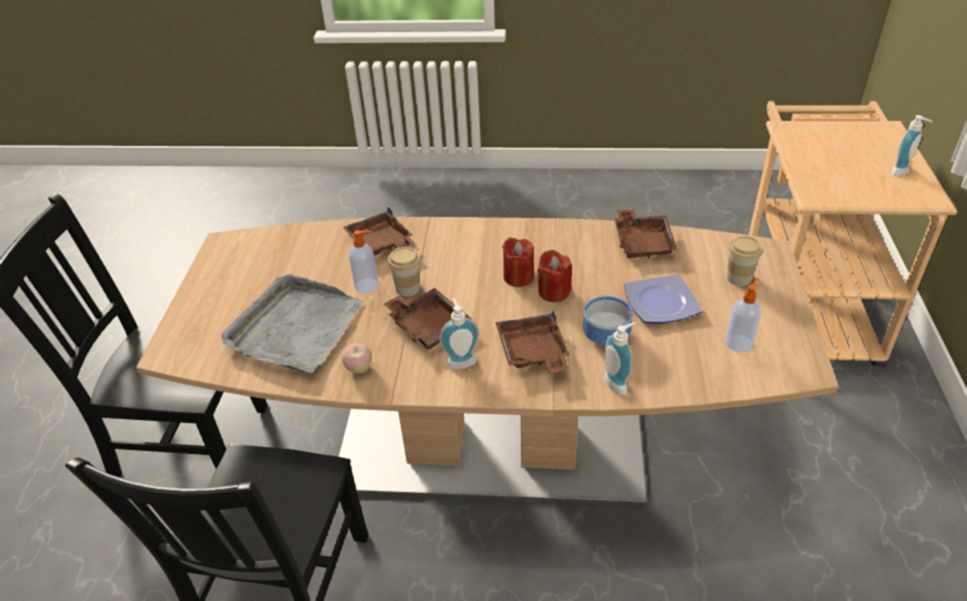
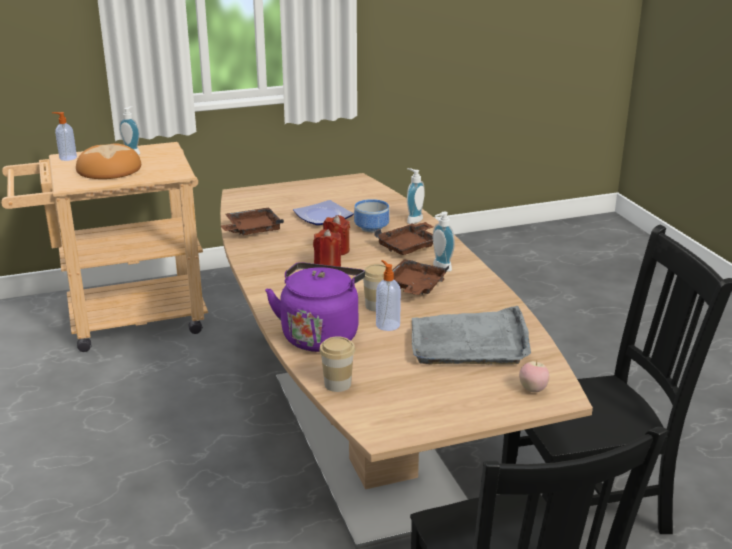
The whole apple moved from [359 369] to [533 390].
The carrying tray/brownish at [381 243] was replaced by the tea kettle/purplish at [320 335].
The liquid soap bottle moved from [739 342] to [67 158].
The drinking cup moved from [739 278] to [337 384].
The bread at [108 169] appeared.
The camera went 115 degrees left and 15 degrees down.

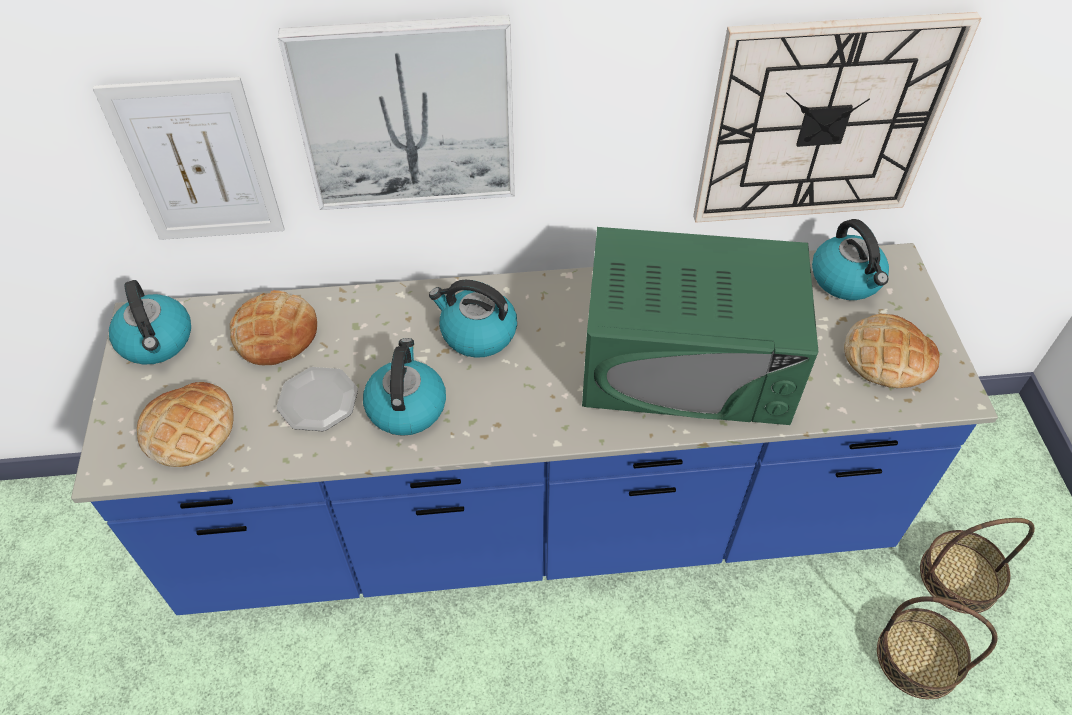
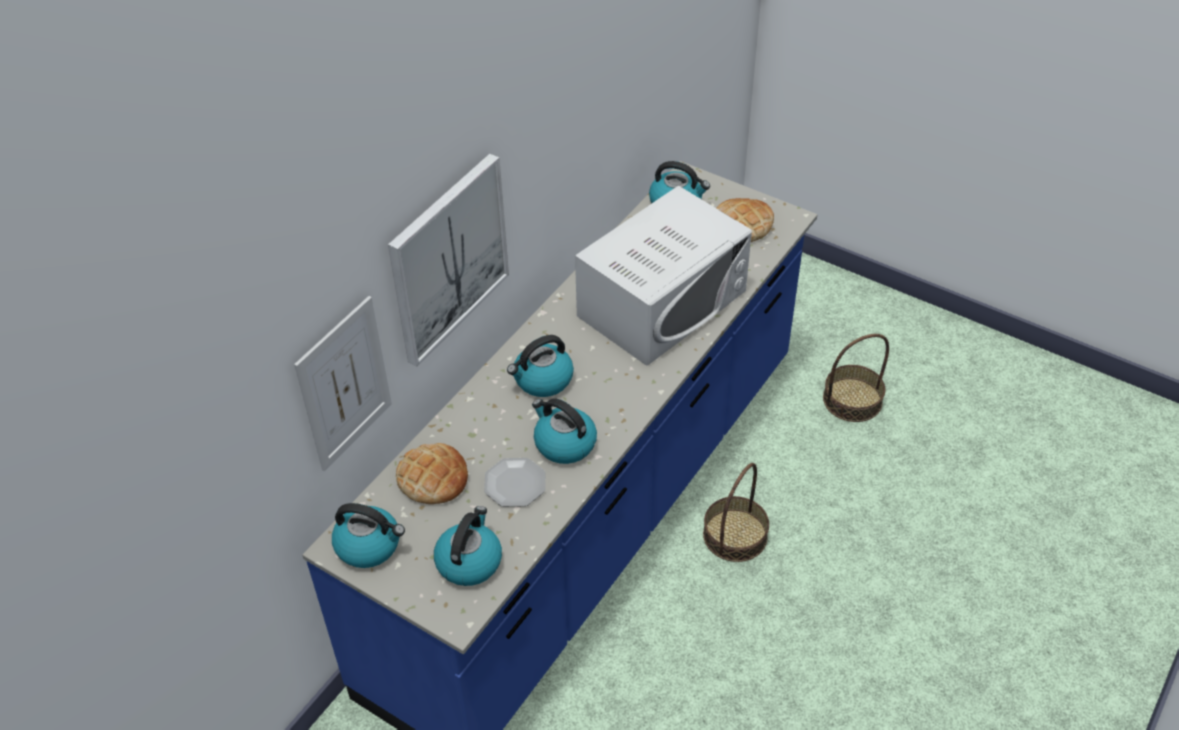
The bread at [189 429] was replaced by the tea kettle at [469 561].
The microwave/green at [687 362] became the microwave/white at [662 303].
The wall clock at [822 122] disappeared.
The basket moved from [959 577] to [735 535].
The camera went 50 degrees left and 5 degrees down.

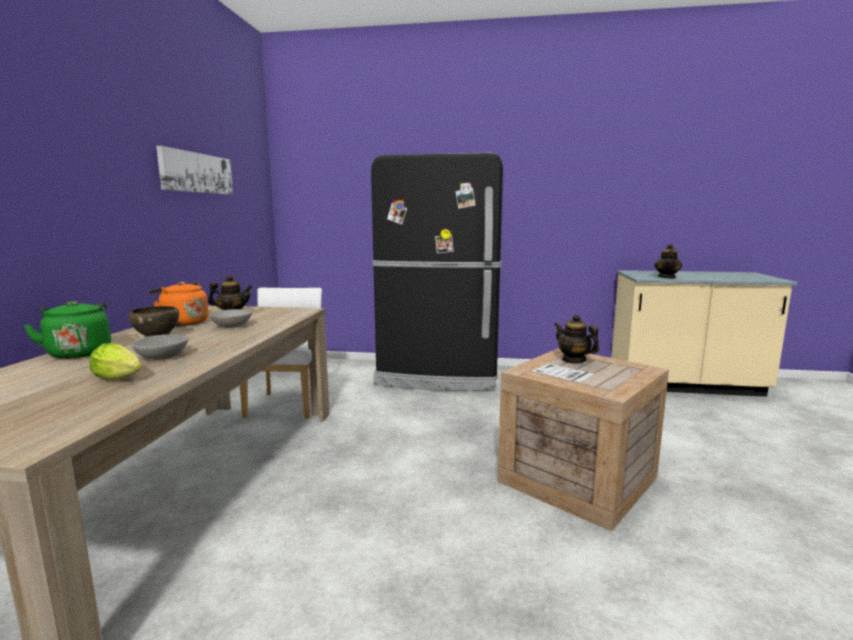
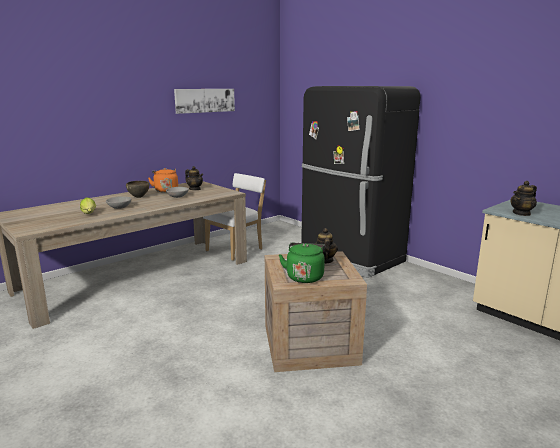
The tea kettle/green moved from [79 353] to [304 276].
The camera went 40 degrees right and 5 degrees up.

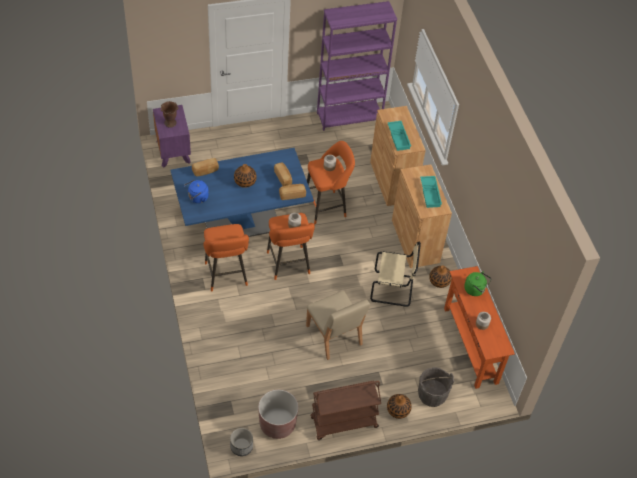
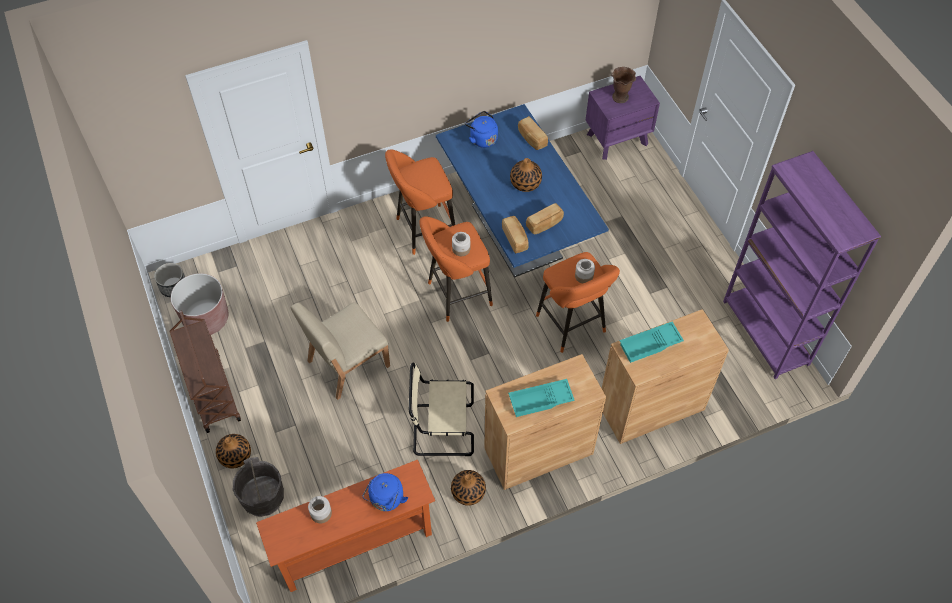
The plain chair/beige at [393 289] turned 90 degrees clockwise.
The tea kettle/green at [475 290] became the tea kettle/blue-coloured at [386 500].
The camera went 85 degrees right and 5 degrees up.

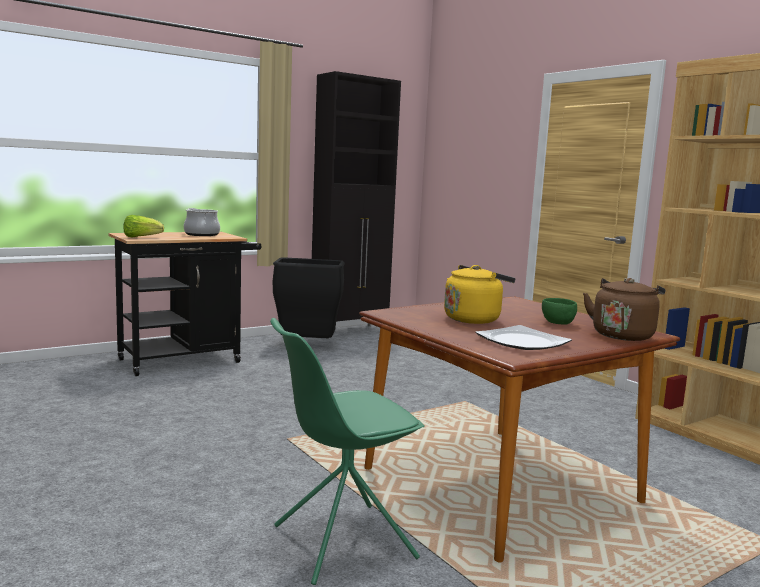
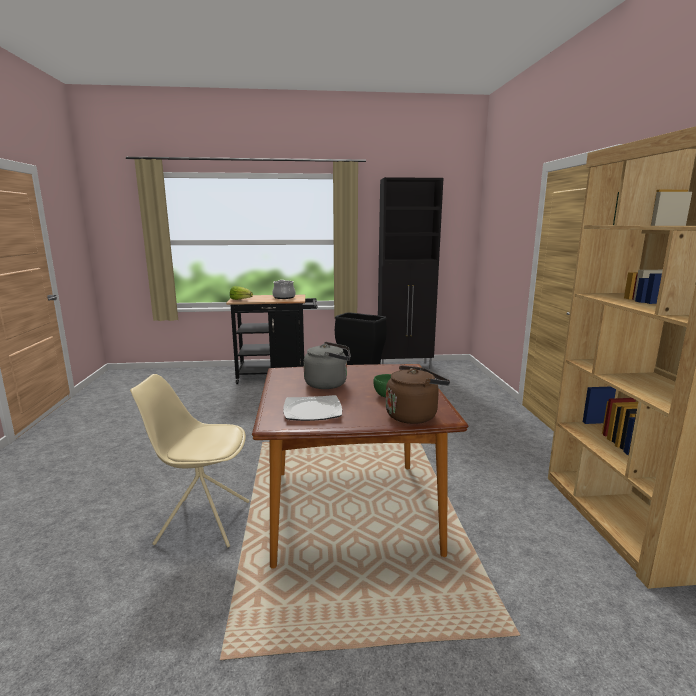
The plain chair/green at [341 542] became the plain chair/beige at [202 522].
The tea kettle/yellowish at [474 319] became the tea kettle/greyish at [329 384].
The camera went 30 degrees right and 5 degrees up.

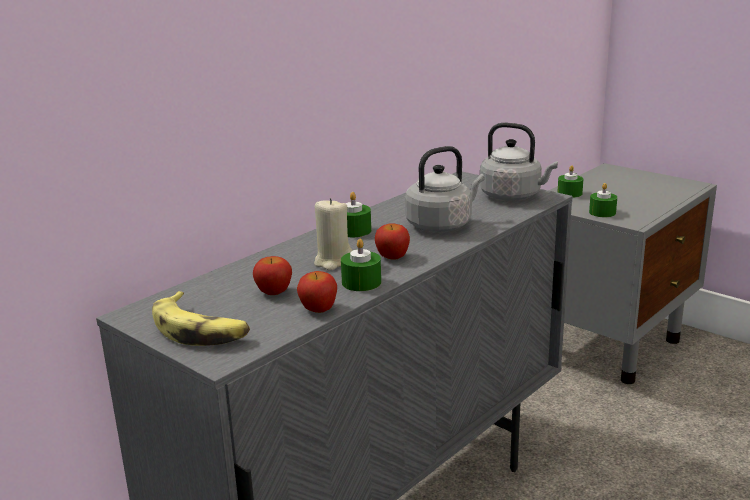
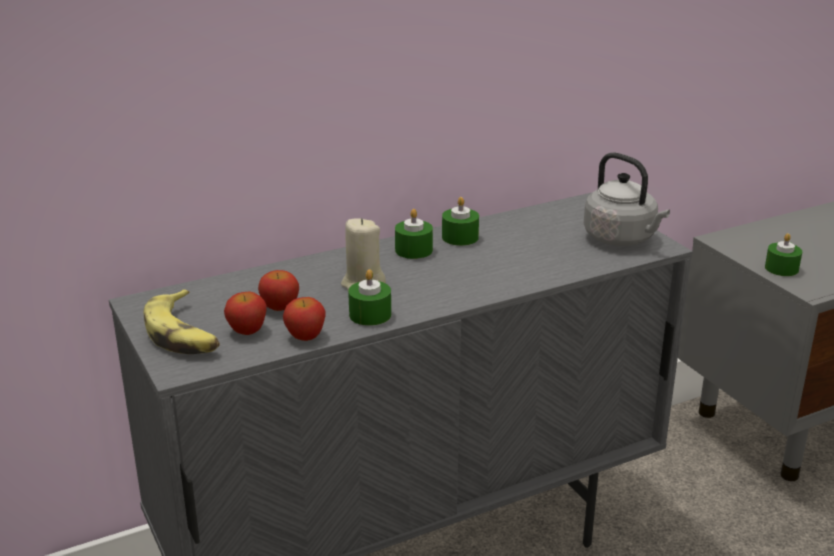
The whole apple moved from [392 256] to [247 330].
The tea kettle/greyish at [442 225] disappeared.
The candle/green moved from [569 193] to [460 237].
The camera went 20 degrees right and 5 degrees up.

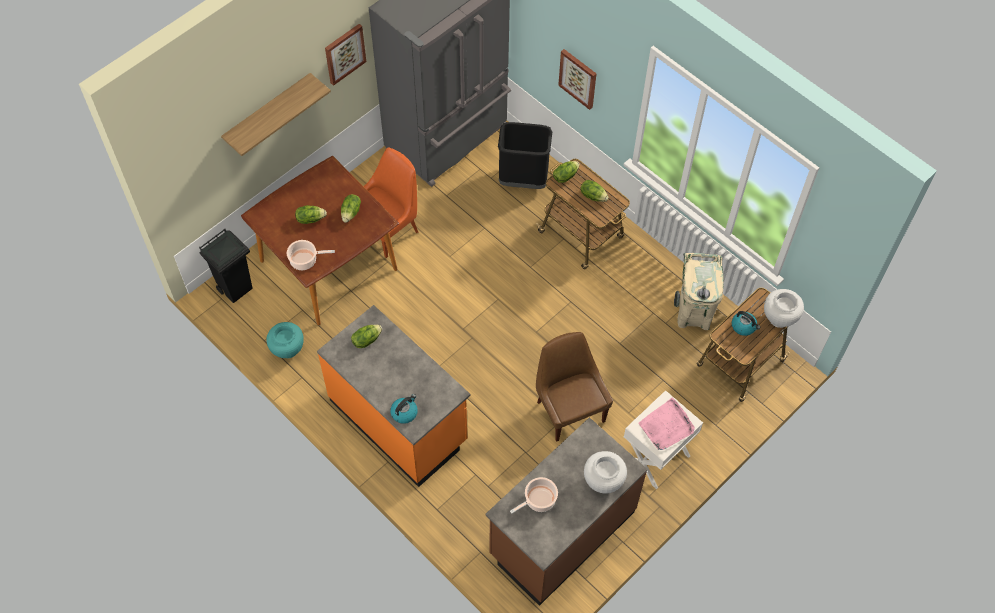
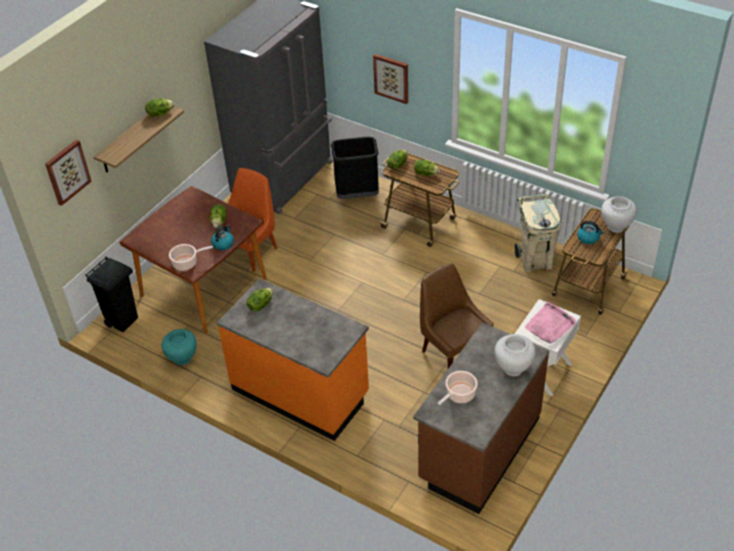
The lettuce head moved from [310 219] to [160 113].
The picture moved from [344 53] to [67 172].
The tea kettle moved from [404 412] to [223 243].
The camera went 10 degrees left and 15 degrees down.

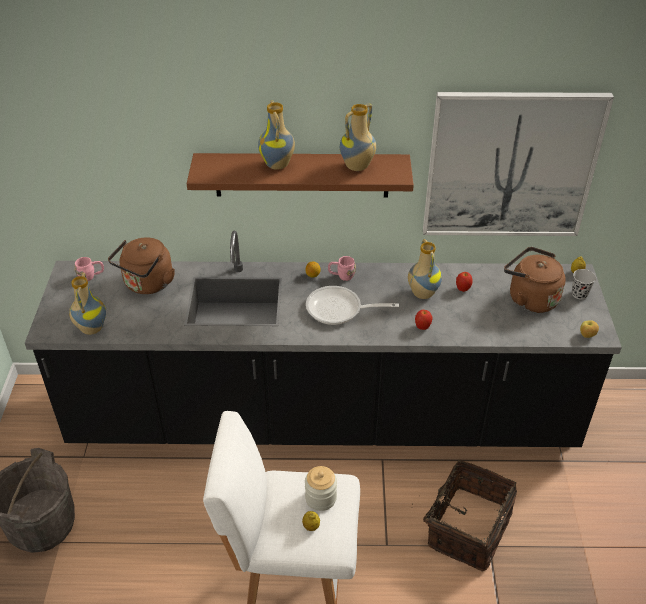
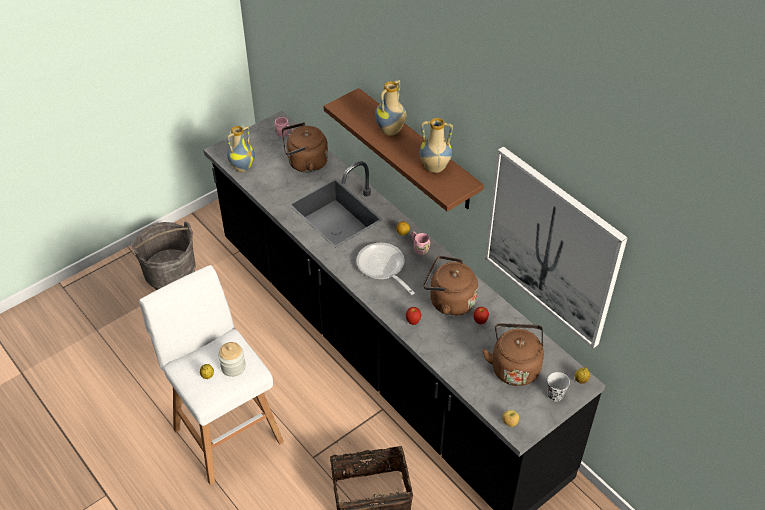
The vase at [422 293] was replaced by the tea kettle/brownish at [449 301].
The camera went 50 degrees right and 5 degrees up.

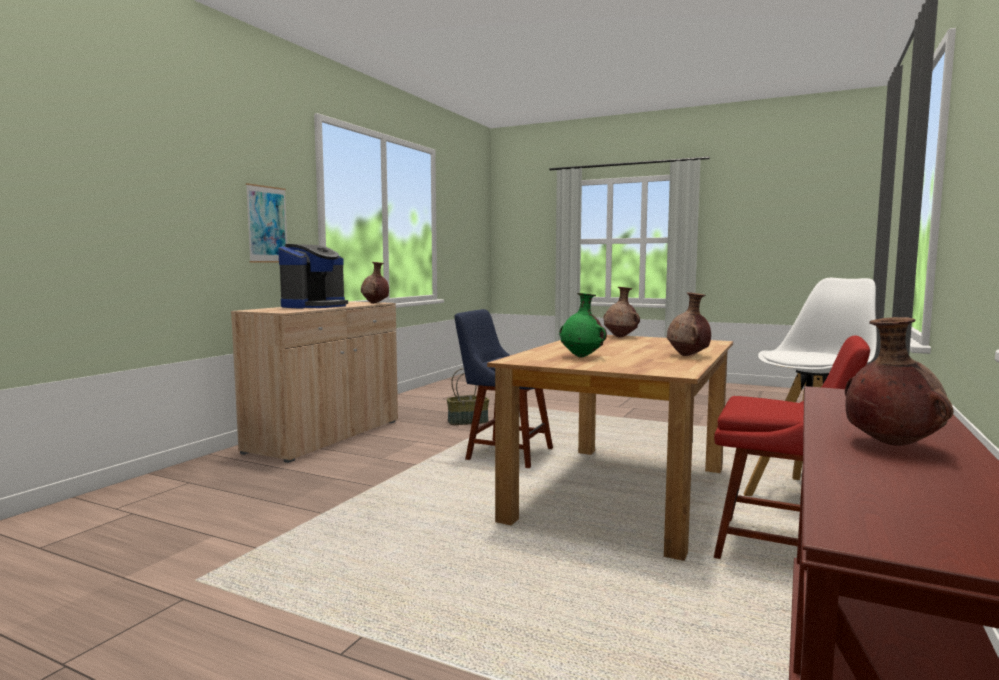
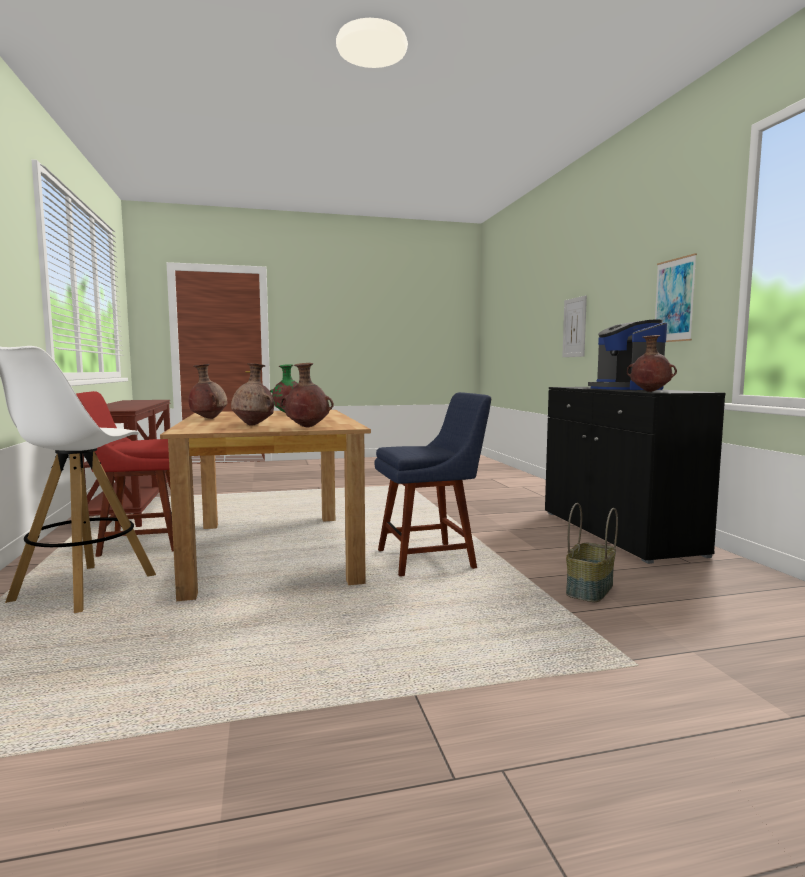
The cupboard/beige at [326 436] became the cupboard/blackish at [617 532].
The vase/brownish moved from [890 446] to [254 425].
The picture at [574 327] appeared.
The camera went 140 degrees right and 0 degrees up.

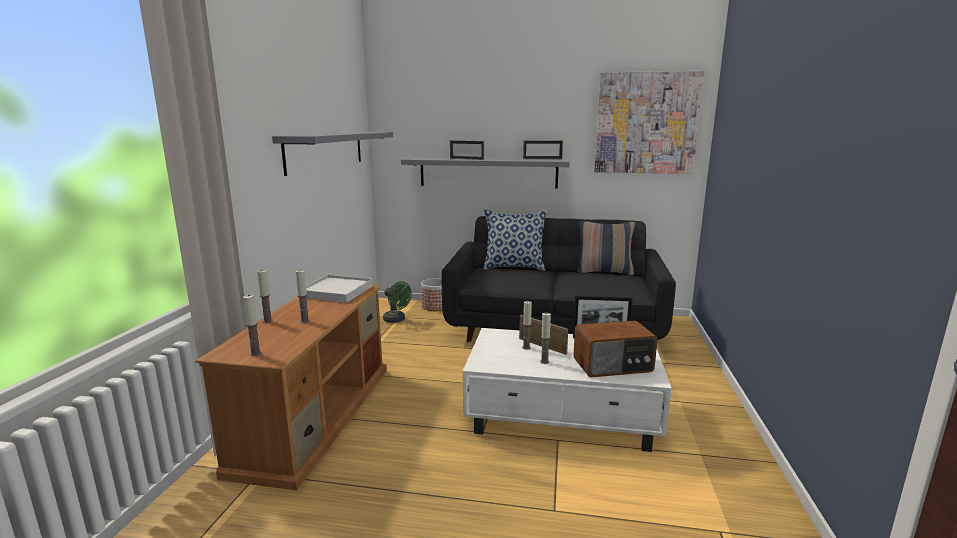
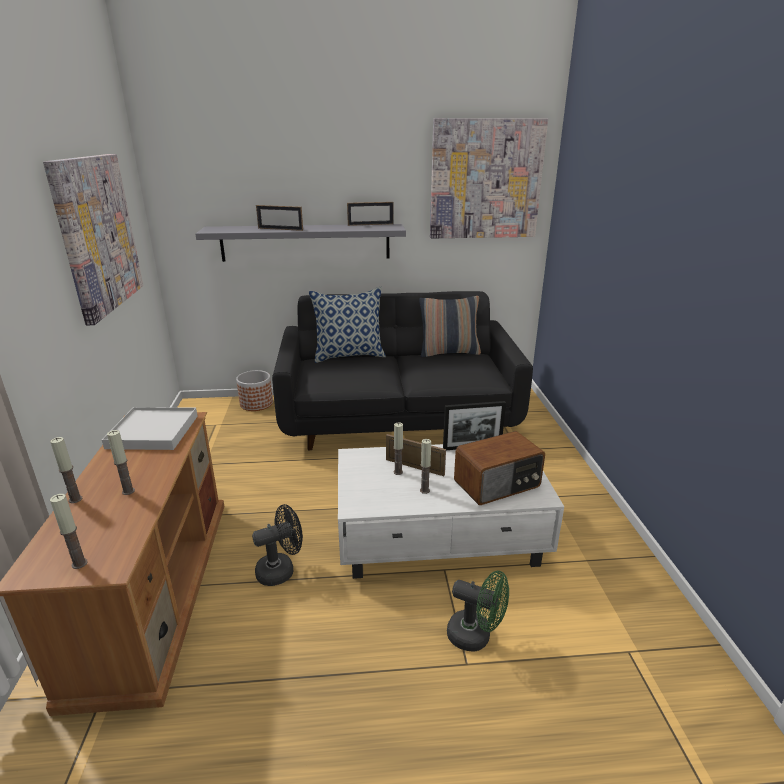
The shelf/greyish at [326 150] was replaced by the picture at [97 234].
The fan/green moved from [396 320] to [476 636].
The fan/blackish at [281 570] appeared.
The camera went 15 degrees left and 10 degrees up.

